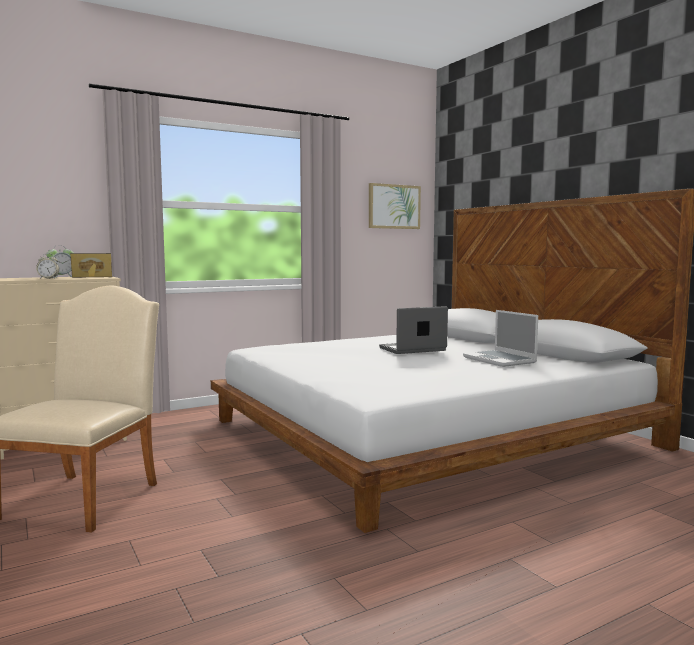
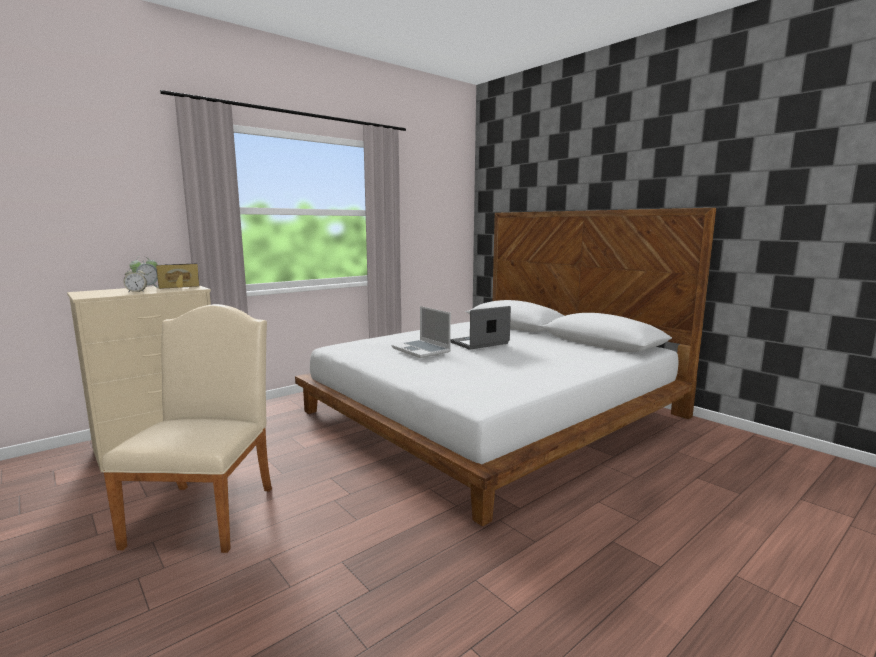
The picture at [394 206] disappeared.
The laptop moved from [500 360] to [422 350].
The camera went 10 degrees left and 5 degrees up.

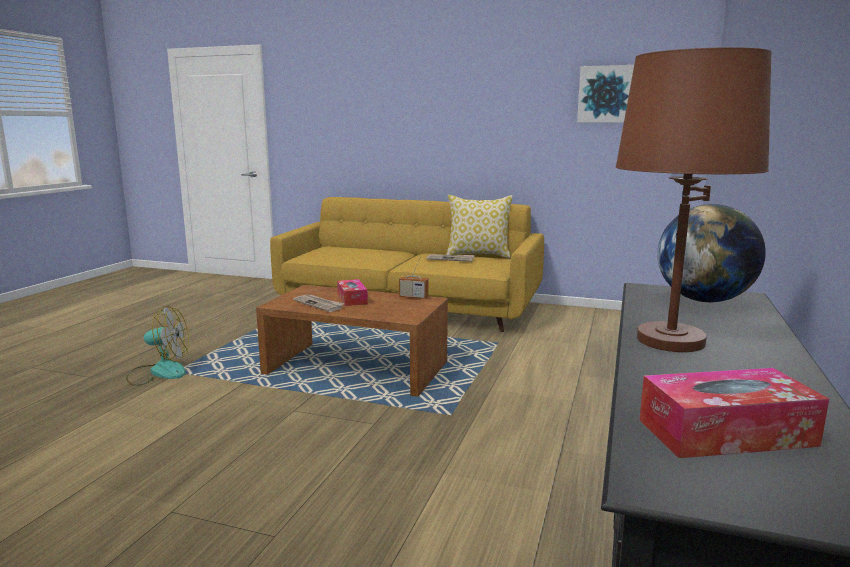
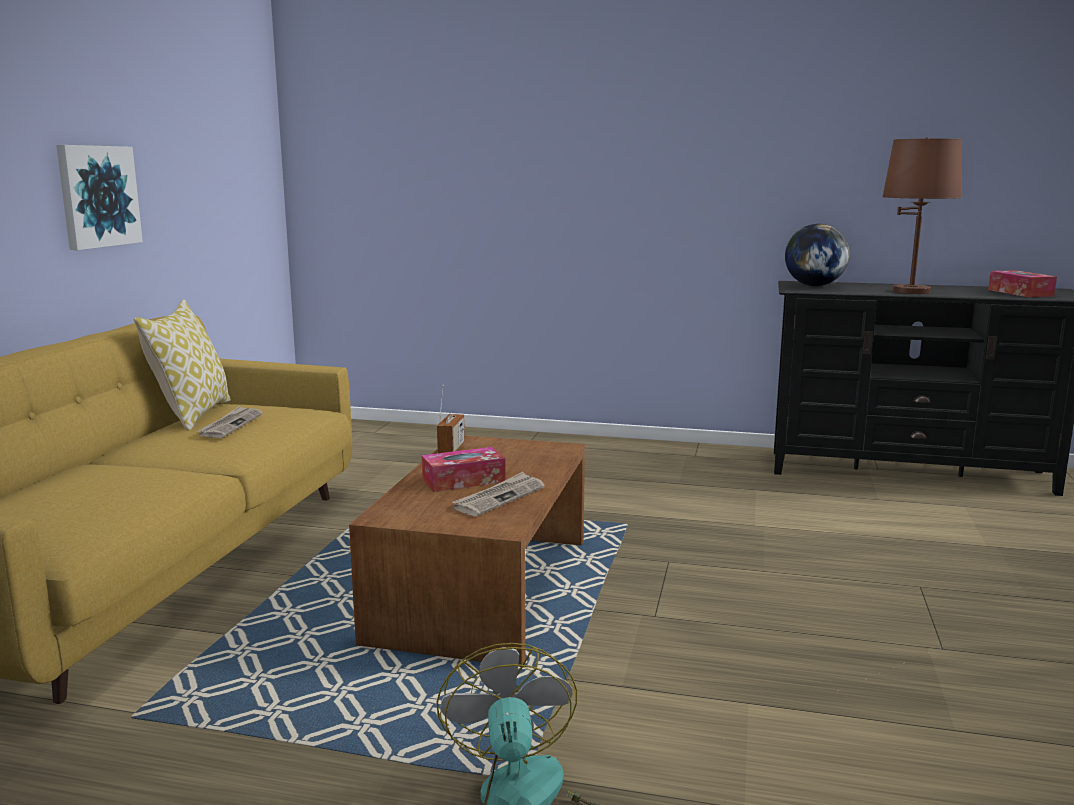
The picture moved from [607 94] to [98 196].
The camera went 95 degrees left and 0 degrees up.

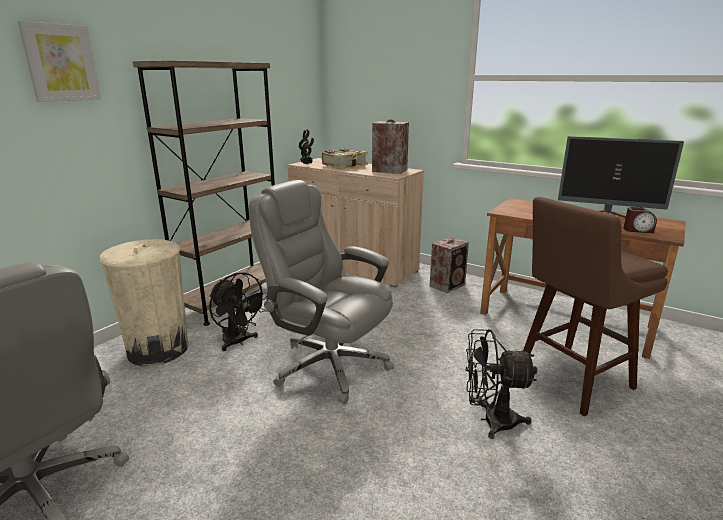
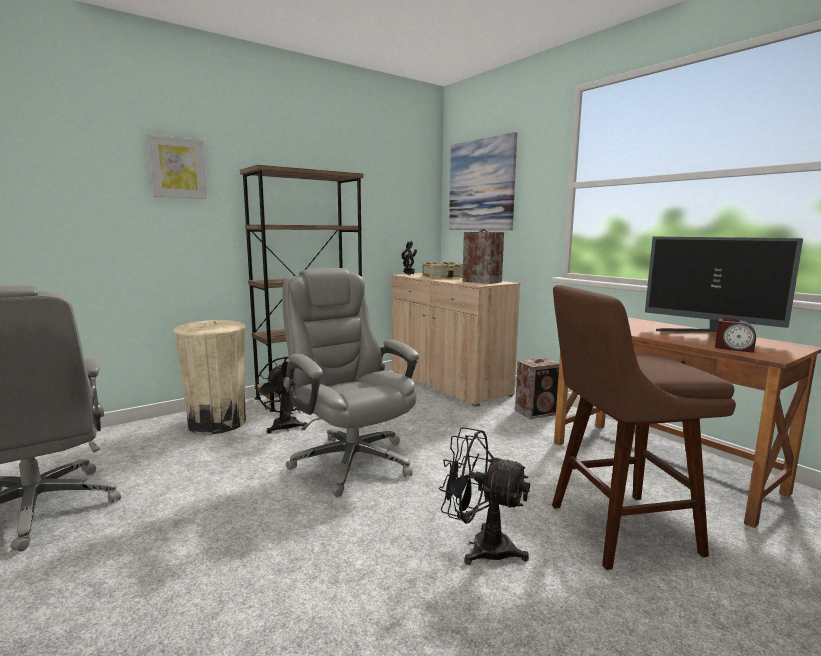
The picture at [481 185] appeared.
The camera went 20 degrees right and 10 degrees down.

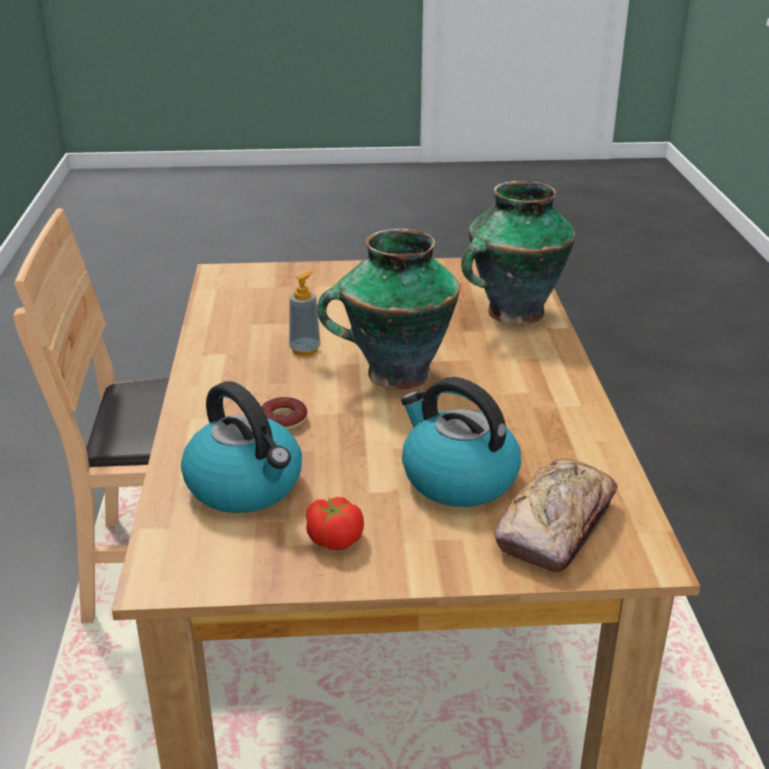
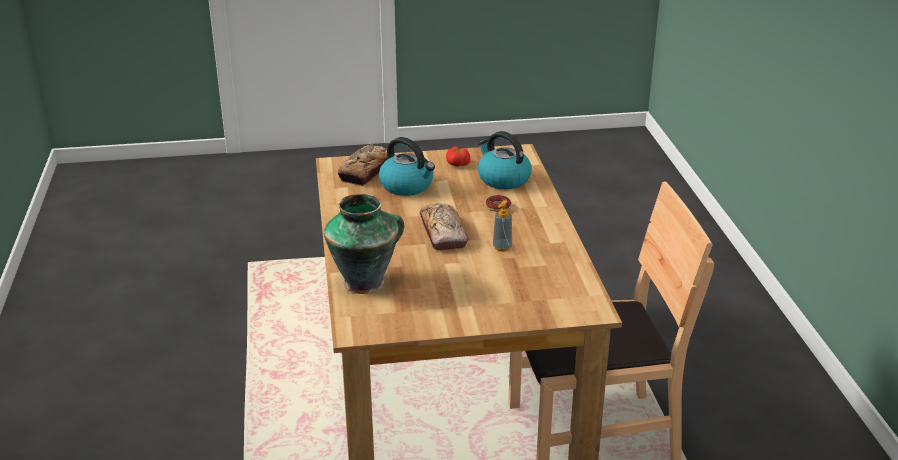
The vase at [395 374] was replaced by the bread at [443 234].
The camera went 175 degrees right and 0 degrees up.

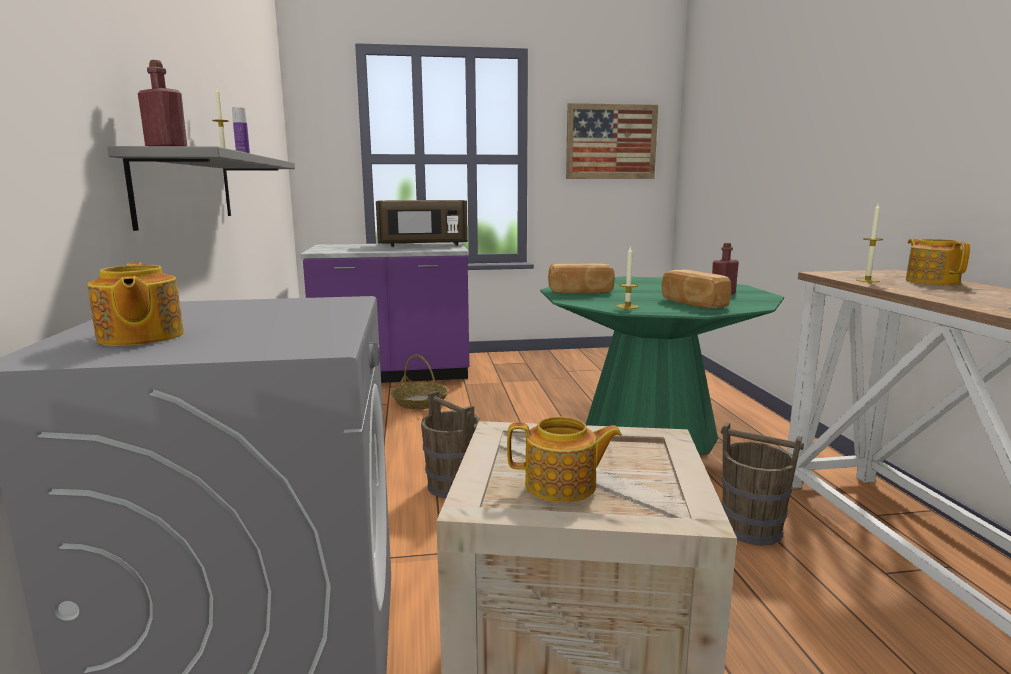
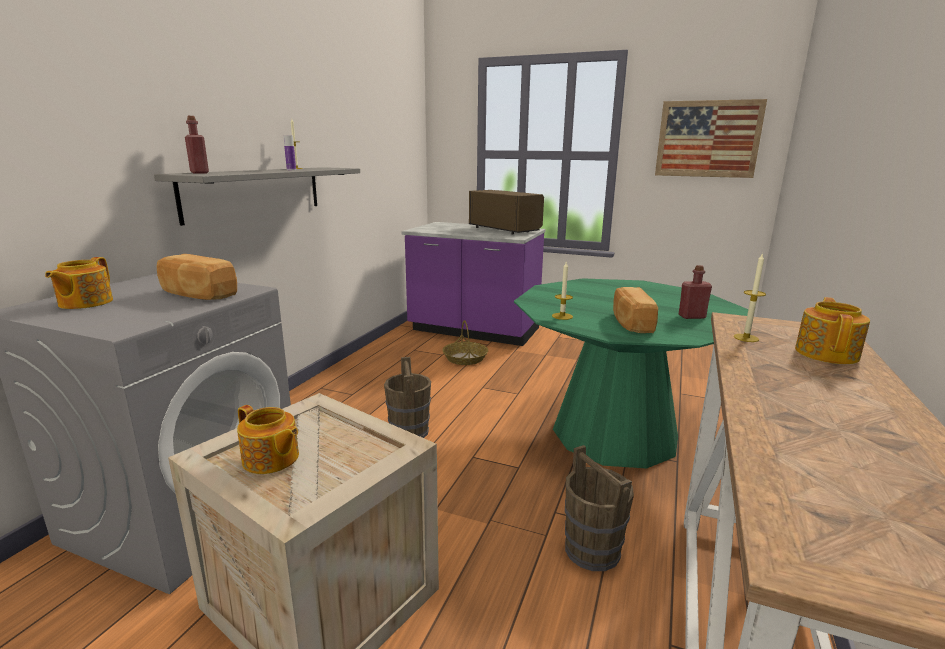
The microwave/brownish at [422 245] turned 150 degrees counterclockwise.
The bread moved from [580 292] to [197 294].
The camera went 30 degrees right and 5 degrees up.

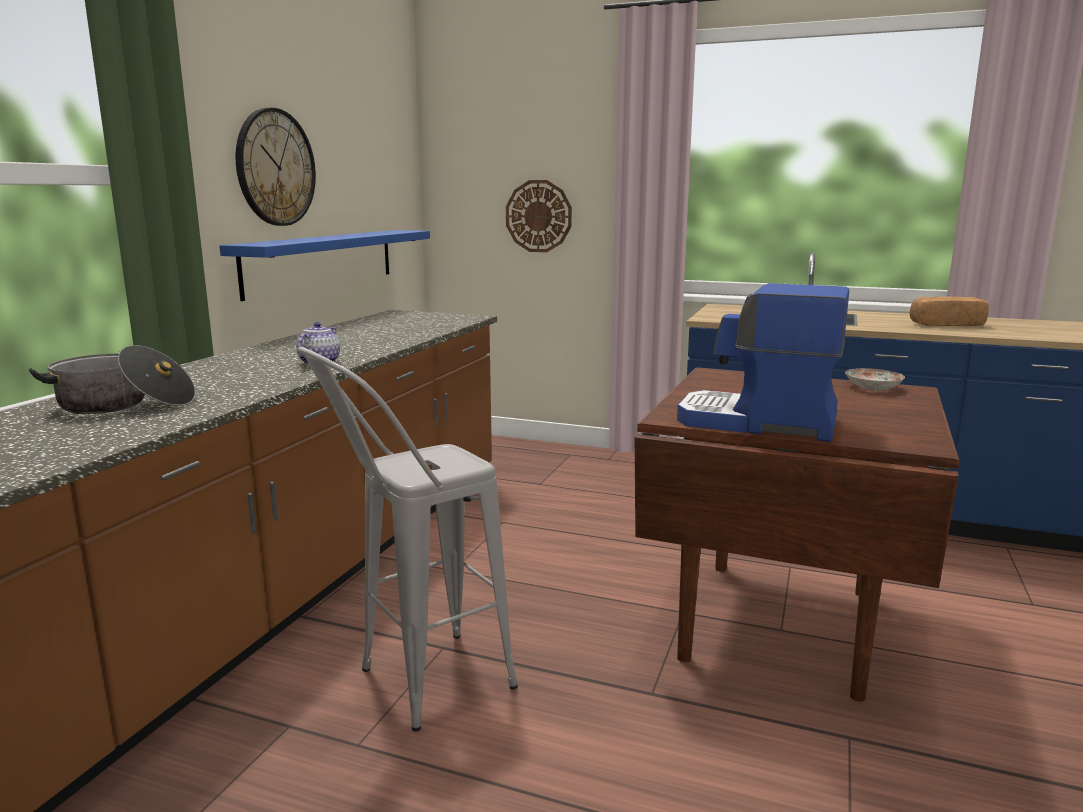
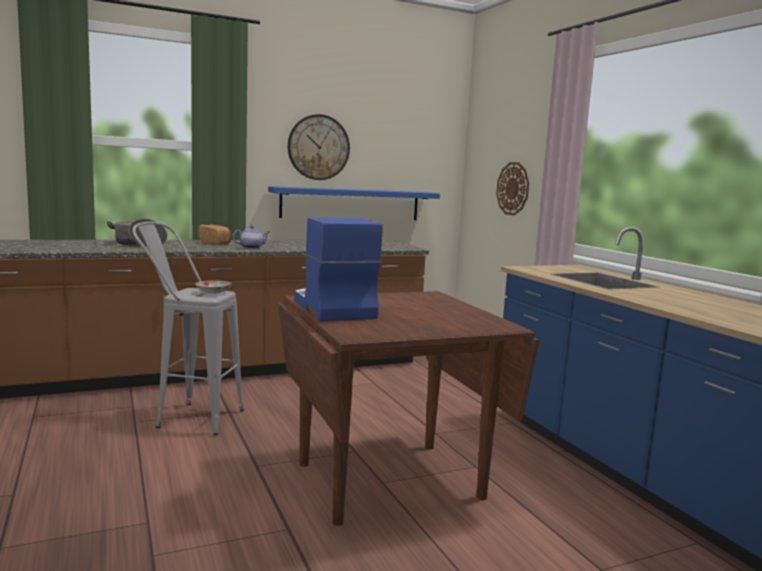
The plate moved from [873 388] to [213 292].
The bread moved from [946 324] to [216 243].
The camera went 45 degrees right and 5 degrees down.

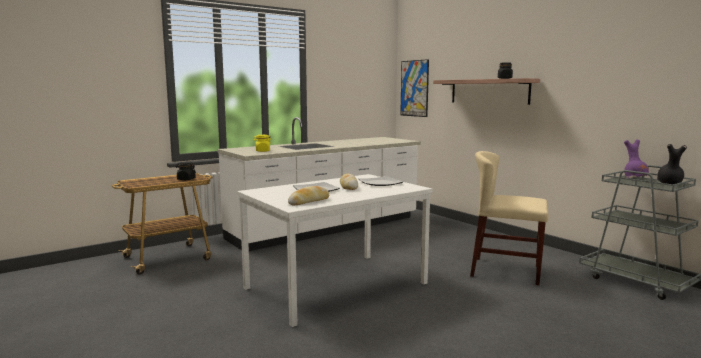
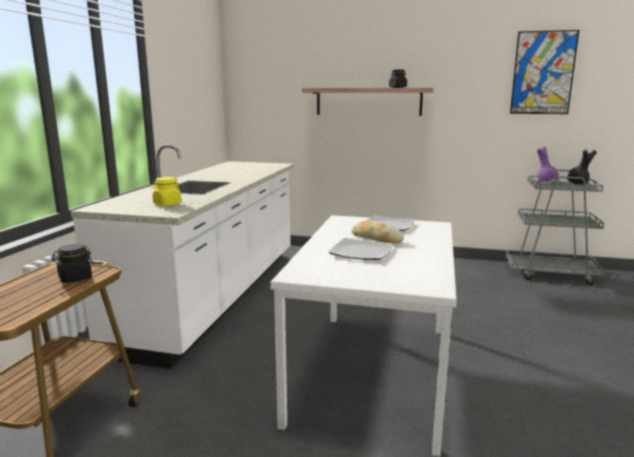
The bread at [309 201] disappeared.
The picture moved from [414 88] to [543 73].
The plain chair/beige at [505 271] disappeared.
The camera went 40 degrees left and 5 degrees up.

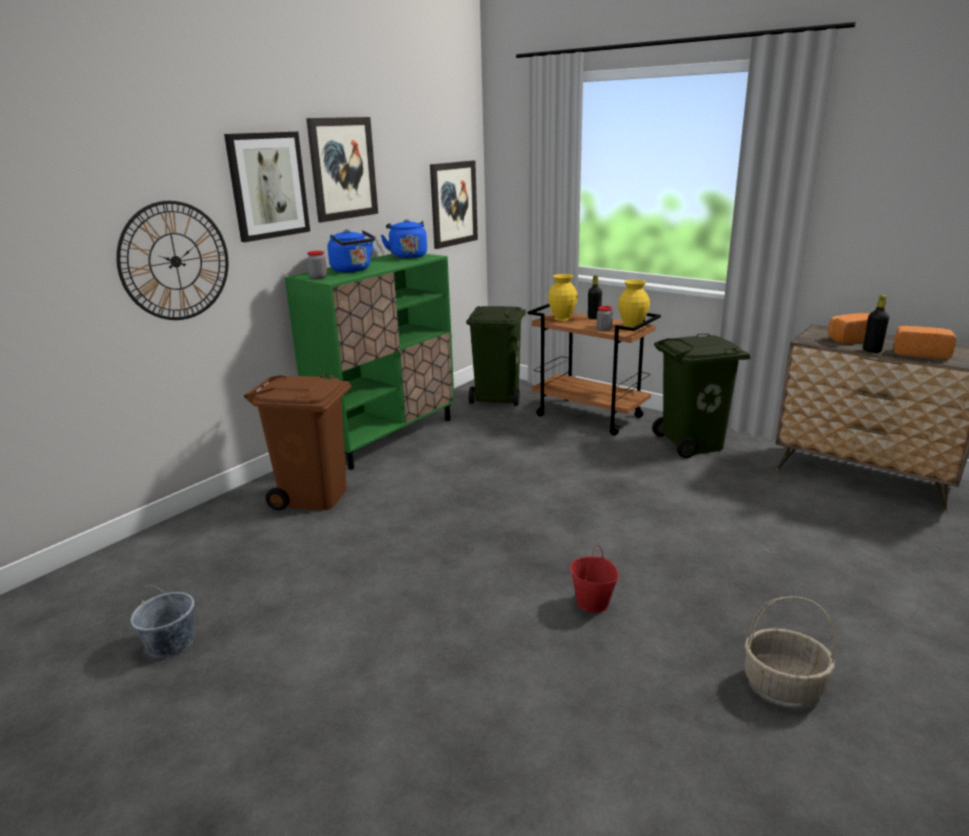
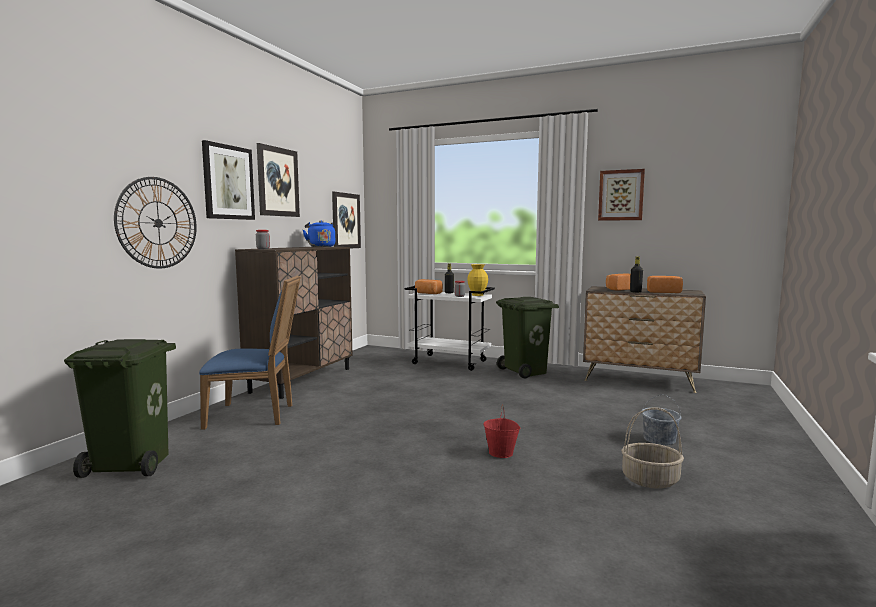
The water bucket/greyish moved from [171 643] to [659 439].
The rubbish bin/brownish at [313 496] was replaced by the plain chair/blue-coloured at [256 415].
The cupboard/green at [386 436] became the cupboard/brownish at [302 380].
The tea kettle/blue-coloured at [352 270] disappeared.
The rubbish bin/green moved from [498 397] to [133 464].
The trolley/brownish at [590 416] became the trolley/white at [450 362].
The vase/yellowish at [562 318] was replaced by the bread at [427 293].
The picture at [621 195] appeared.
The camera went 15 degrees left and 15 degrees down.

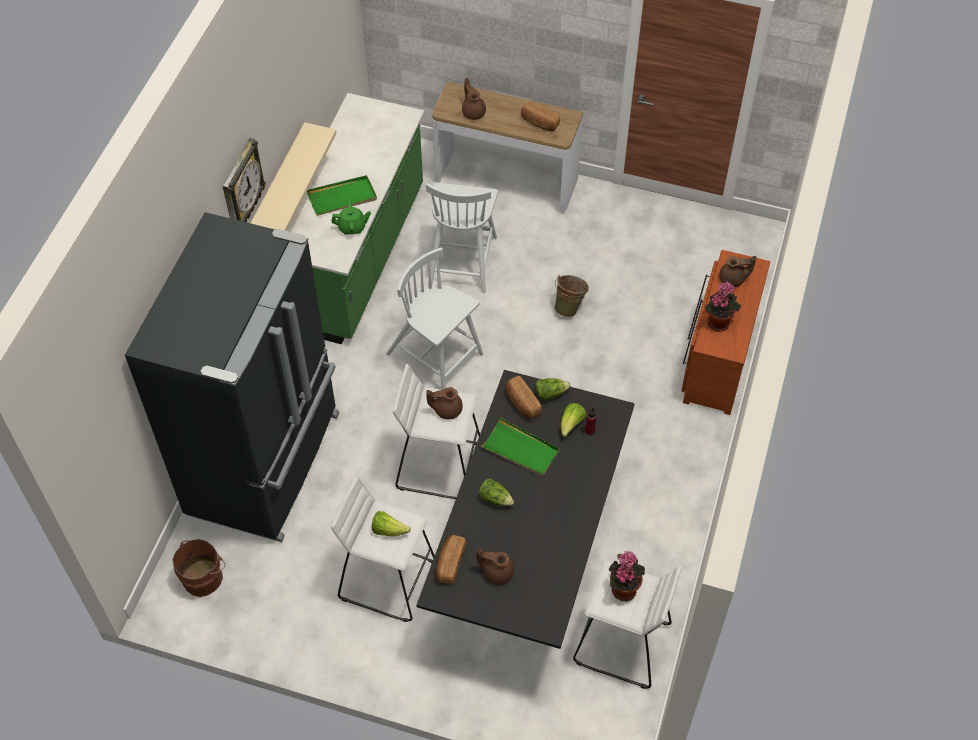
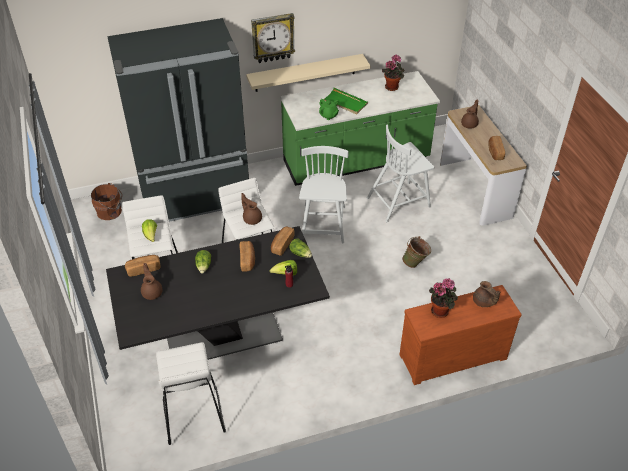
The carrying tray/green at [520 449] was replaced by the bread at [247 260].
The plant in a pot moved from [623 588] to [392 86].
The camera went 55 degrees right and 10 degrees down.

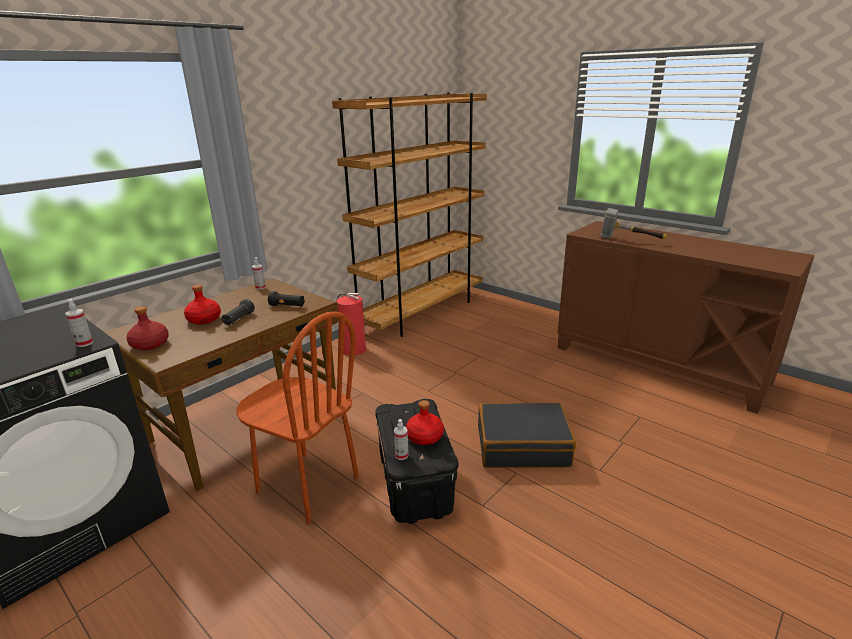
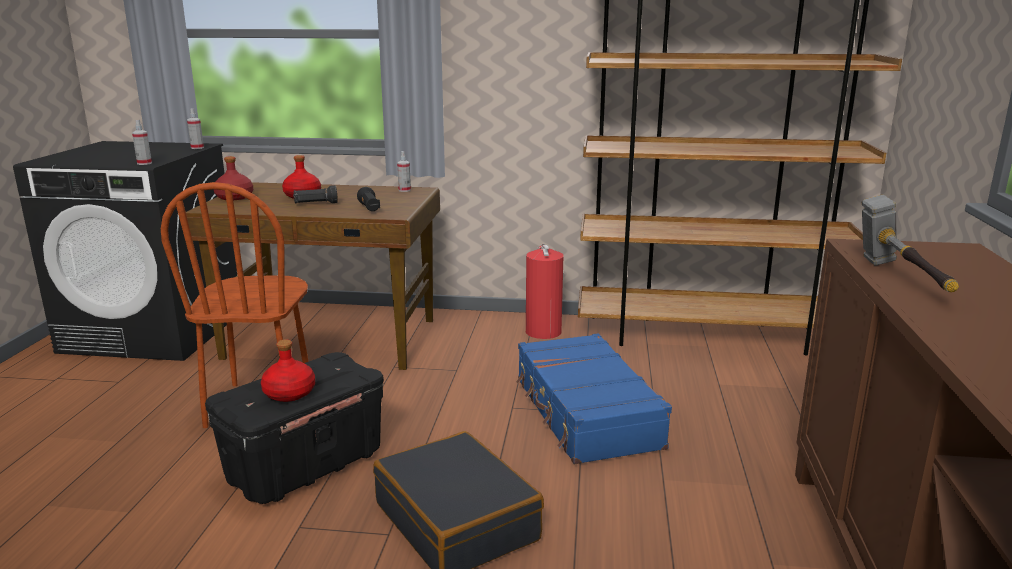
The sprayer moved from [401 455] to [197 148].
The suitcase/blue-coloured at [585 413] appeared.
The camera went 55 degrees right and 5 degrees down.

